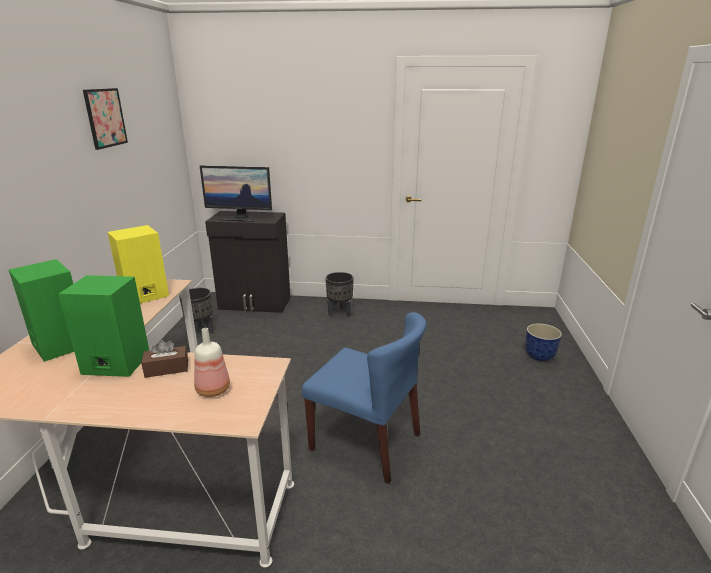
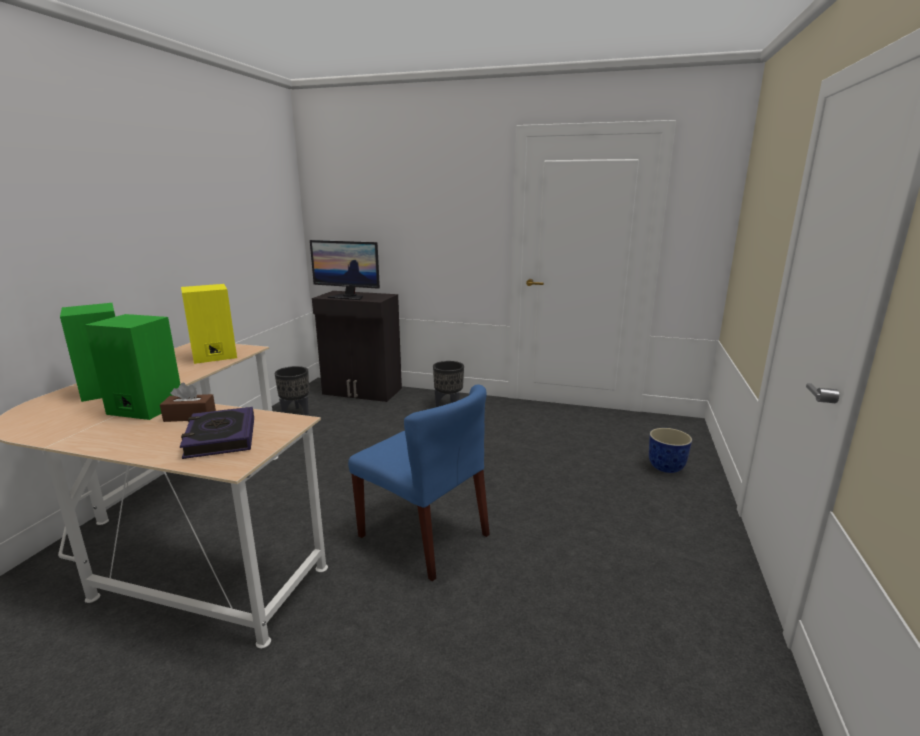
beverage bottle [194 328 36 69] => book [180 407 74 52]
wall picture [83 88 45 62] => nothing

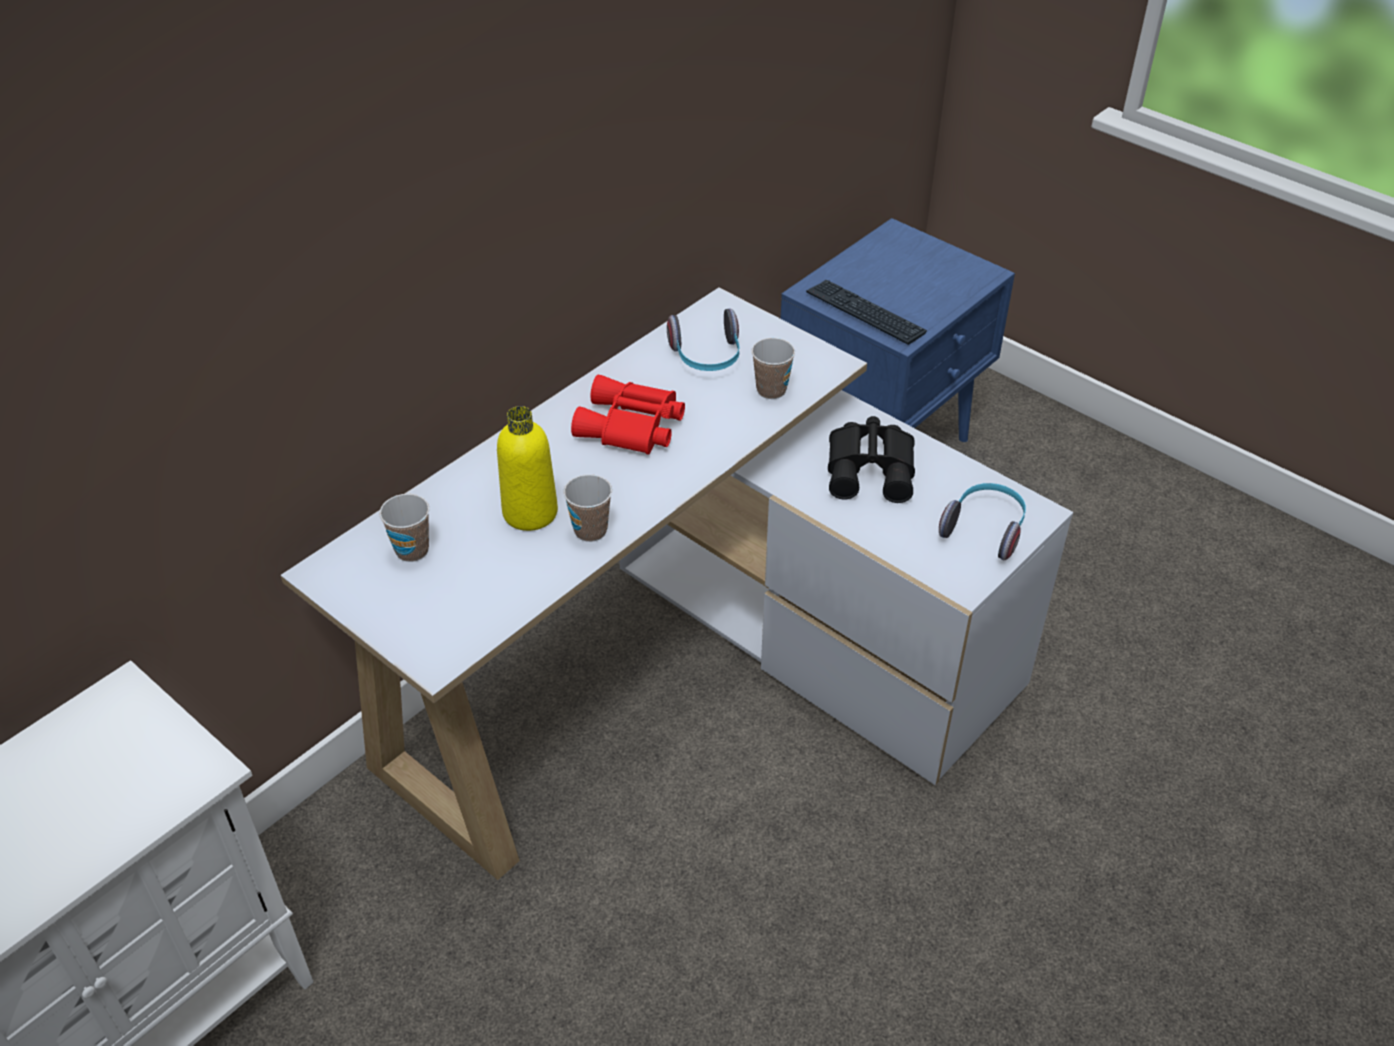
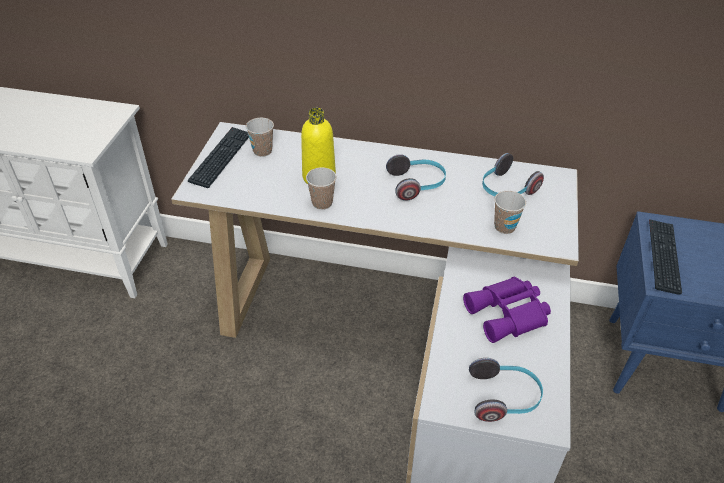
nothing => computer keyboard [188 127 61 61]
pair of binoculars/reddish [571 375 114 80] => headphones [386 154 60 47]
pair of binoculars/blackish [828 416 87 87] => pair of binoculars/purplish [463 277 88 66]

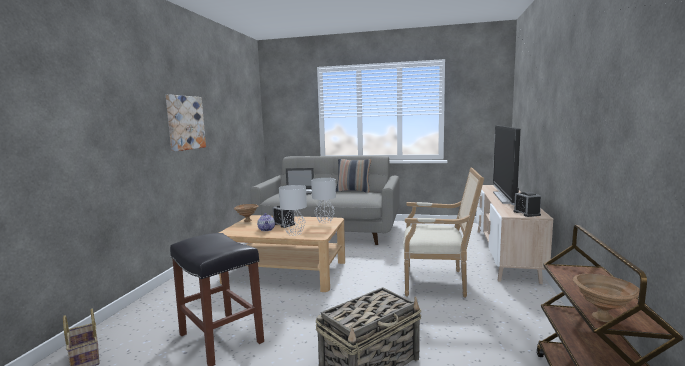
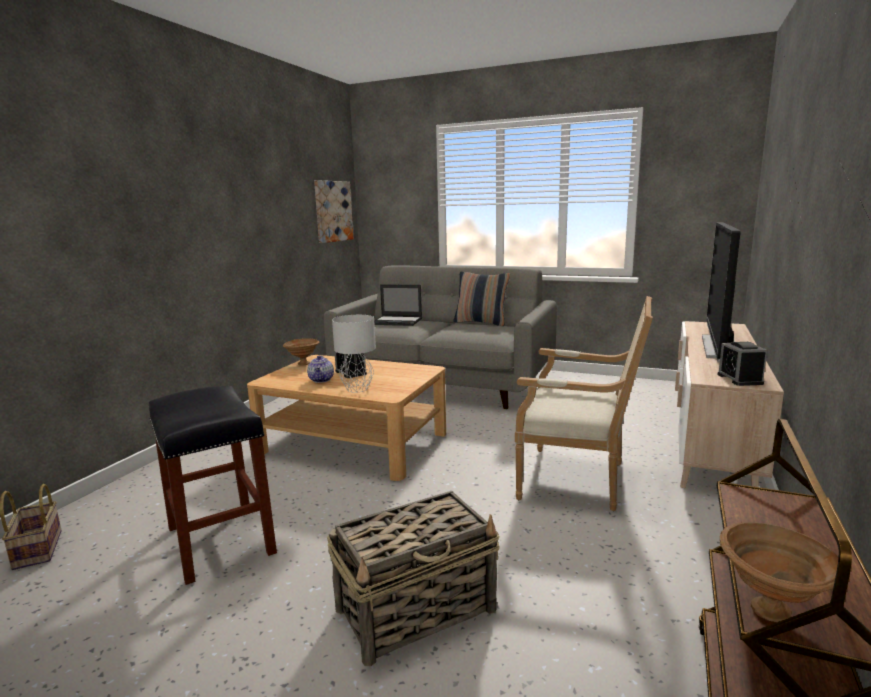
wall picture [166 94 40 58] => wall picture [314 180 39 63], move
tabletop lamp/grey [311 178 25 44] => nothing

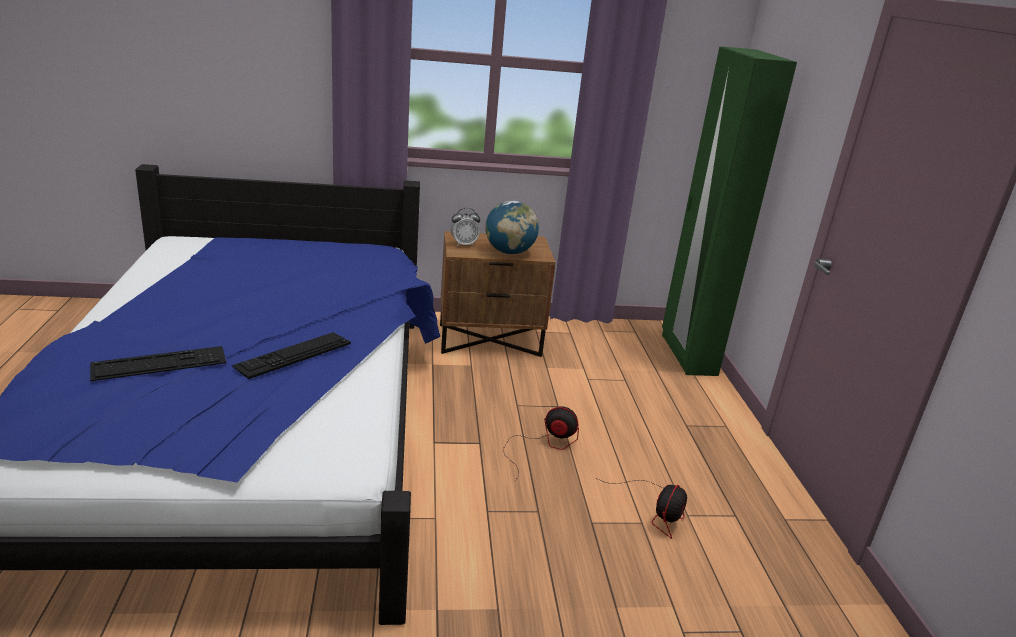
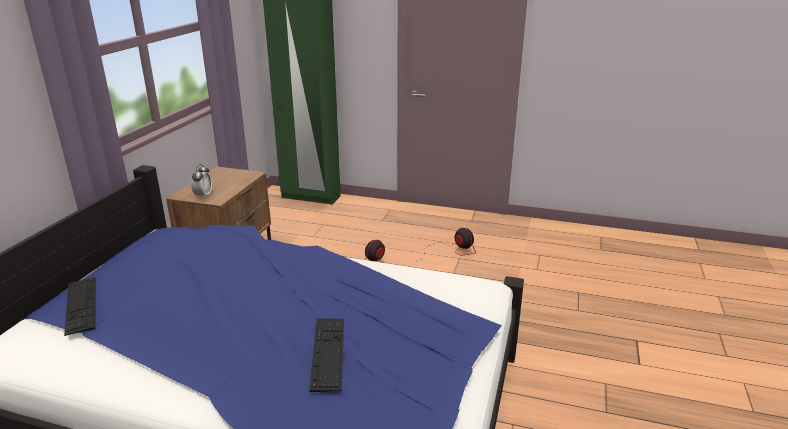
computer keyboard [232 332 119 47] => computer keyboard [64 277 32 59], move
globe [485 200 54 54] => nothing

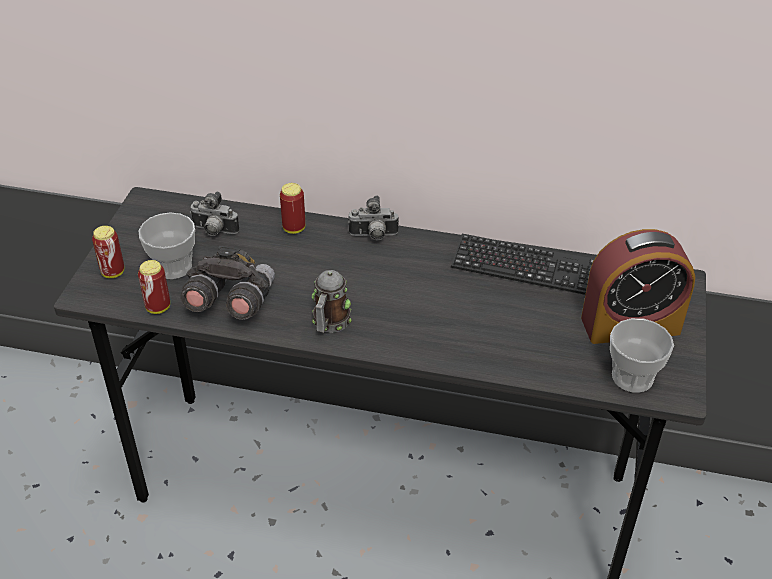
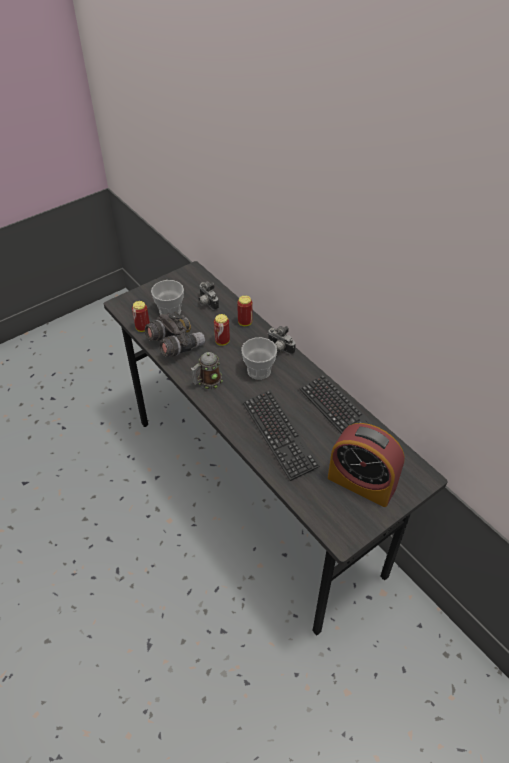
can [92 226 32 52] => can [214 314 16 32], move
drinking cup [610 318 64 75] => drinking cup [241 337 36 43], move
nothing => computer keyboard [243 390 77 91]

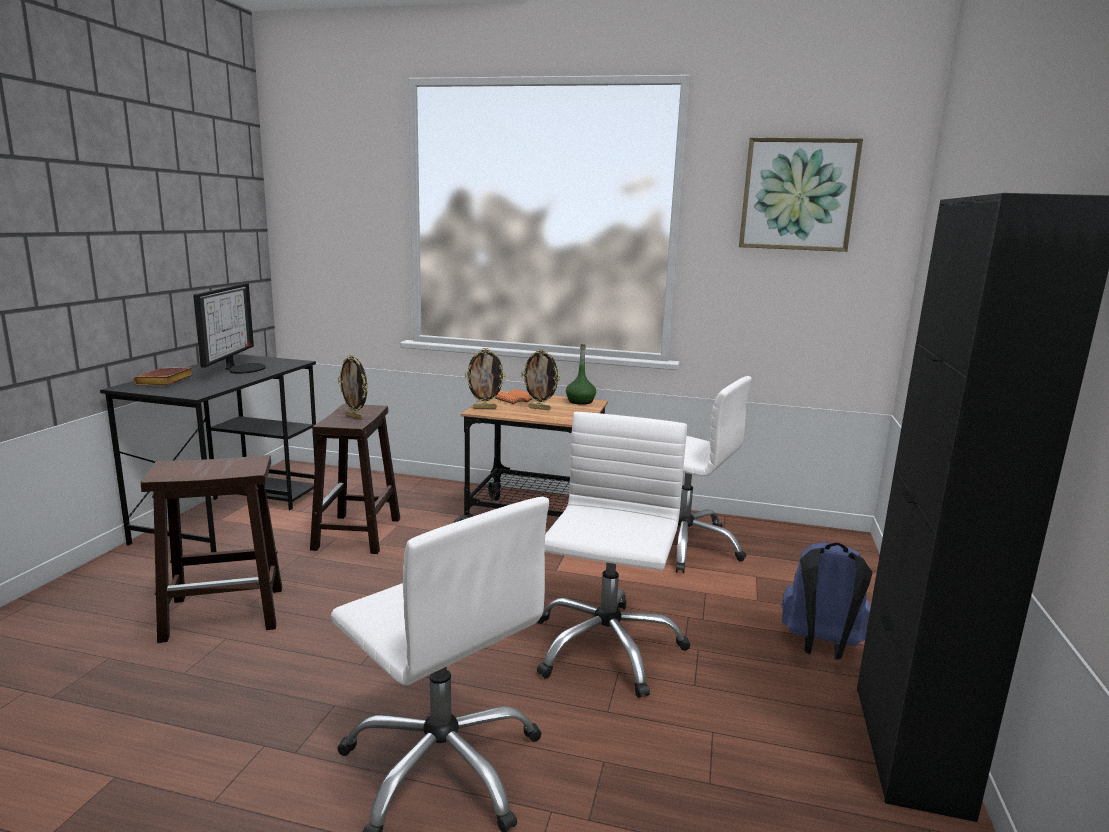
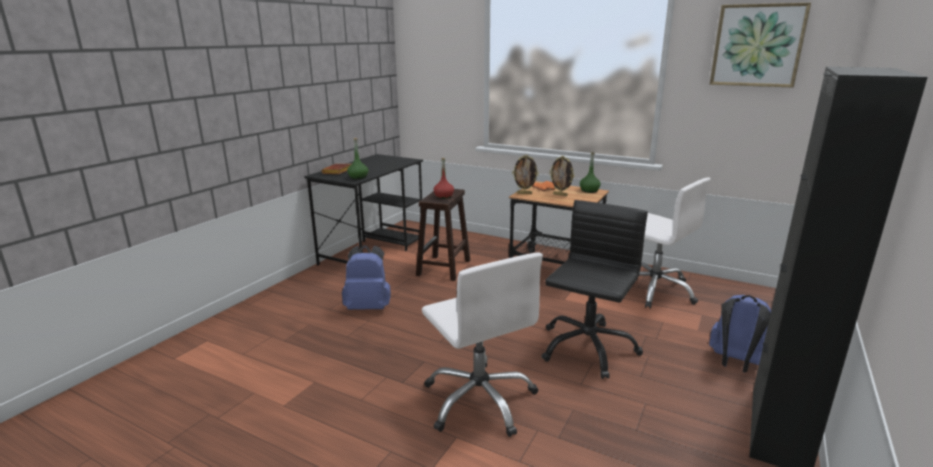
stool/brownish [141 455 141 188] => backpack/blue [342 245 49 65]
nothing => beverage bottle/green [347 138 21 42]
picture frame [338 355 30 65] => beverage bottle/reddish [434 158 20 41]
desk chair/whitish [537 412 154 286] => desk chair/blackish [542 200 106 179]
monitor [193 283 73 91] => nothing

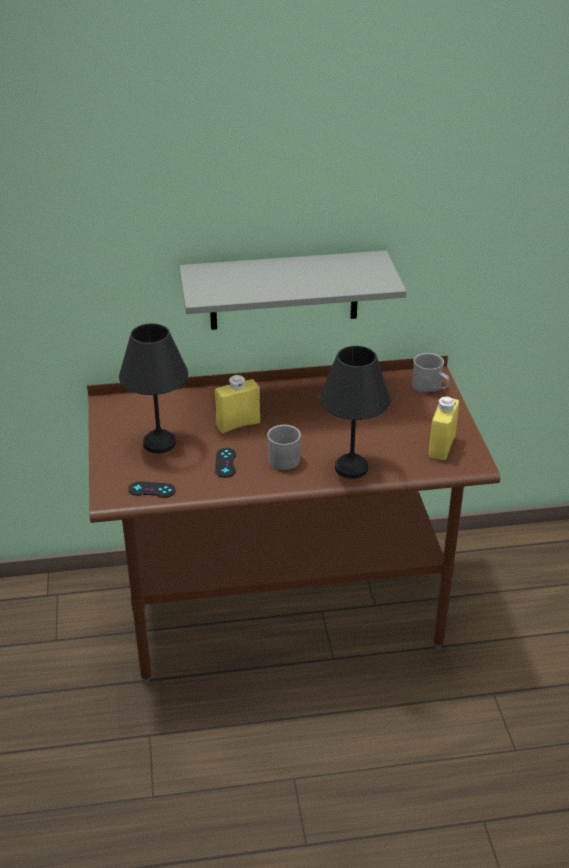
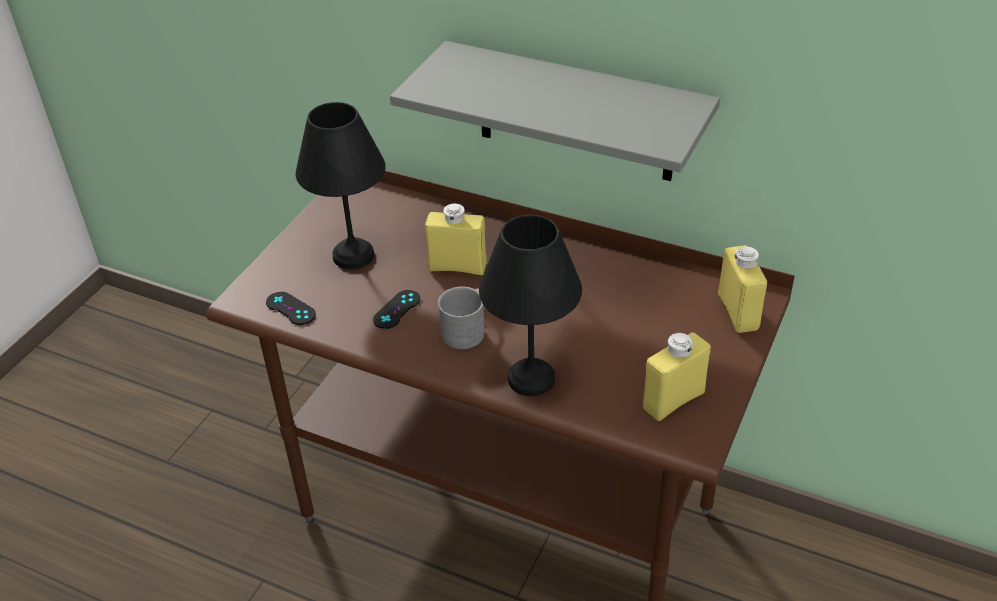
coffee mug/grey [412 353 37 41] => beverage bottle/yellow [718 245 49 88]

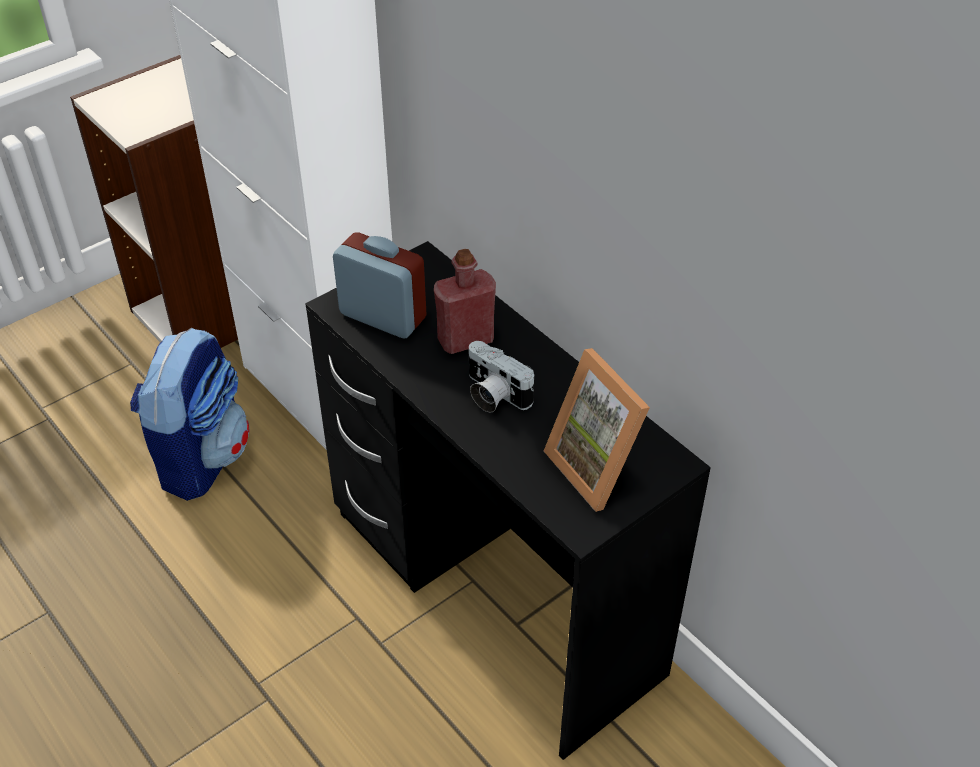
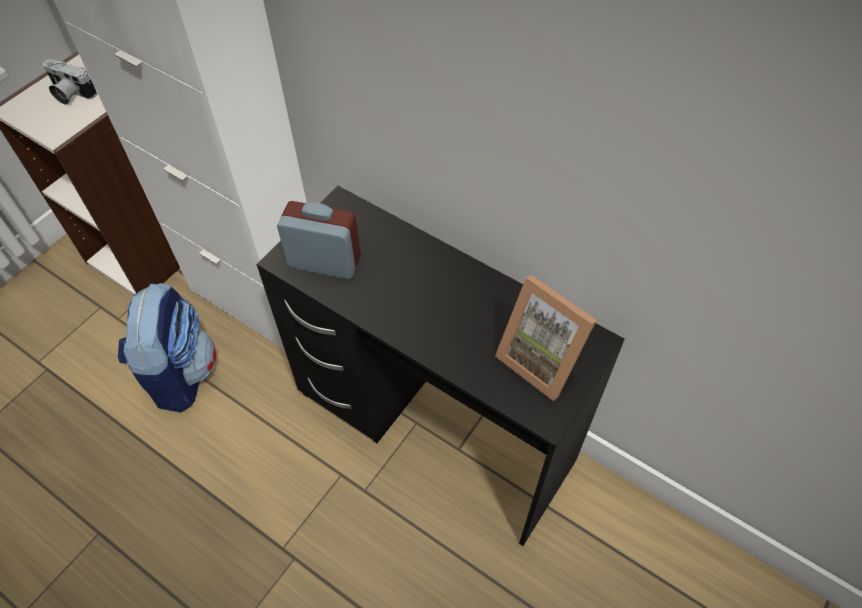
photo camera [469 341 65 72] => photo camera [43 59 54 46], move
beverage bottle/reddish [434 249 62 105] => nothing

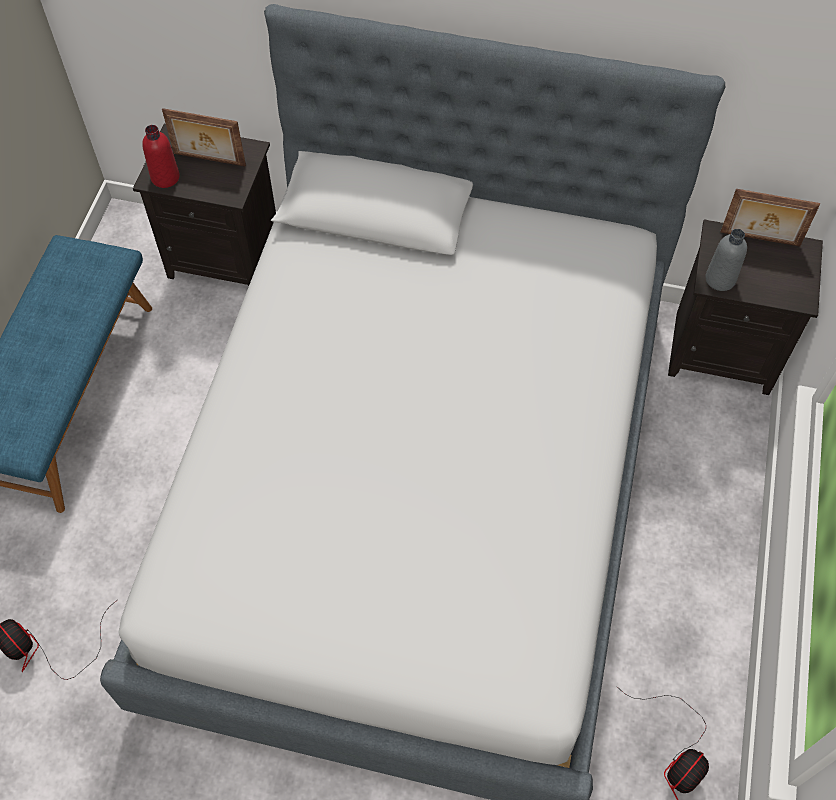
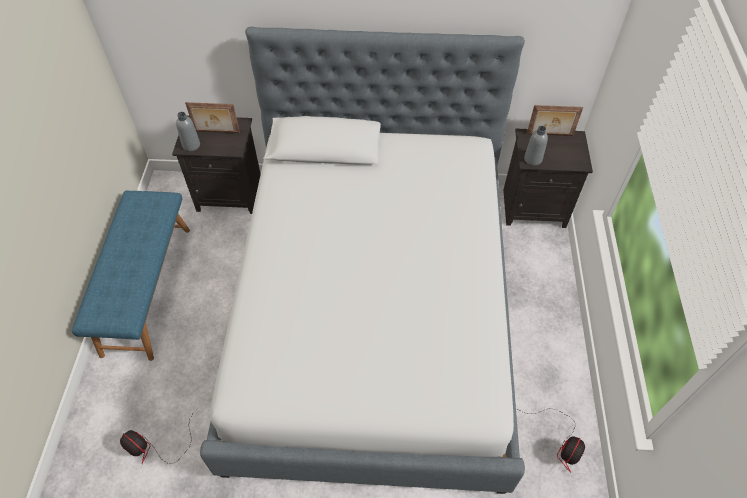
beverage bottle/reddish [142 125 38 63] => beverage bottle/grey [176 112 24 39]

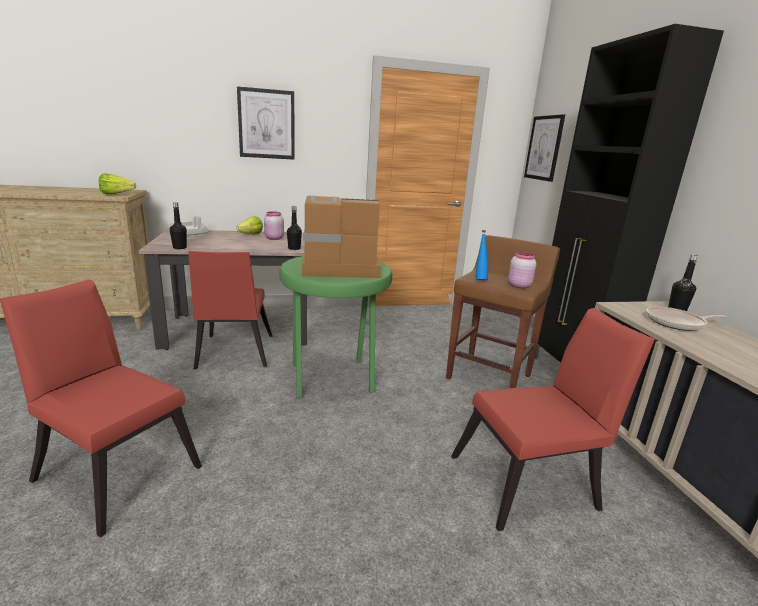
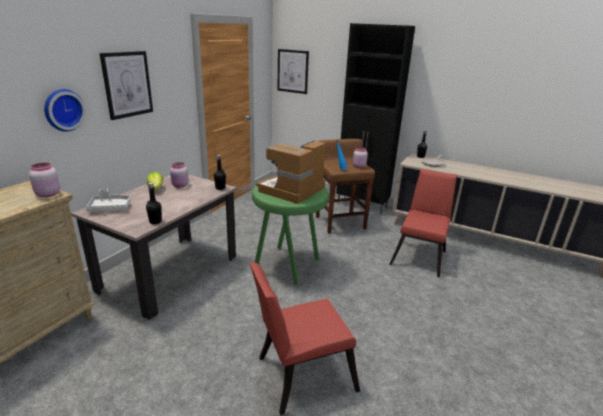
head of lettuce [99 173 37 21] => jar/pink-coloured [29 163 31 35]
nothing => clock on the wall [44 89 42 43]
upright chair/reddish [188 251 85 118] => nothing

